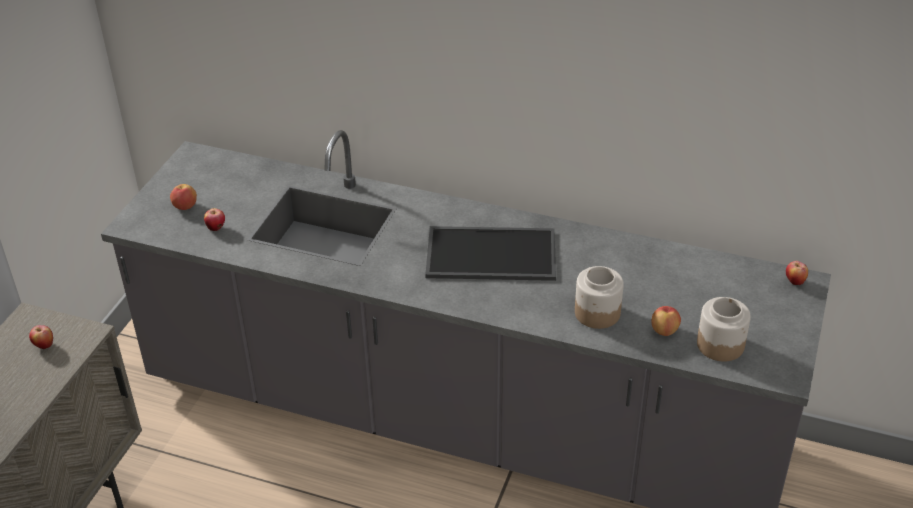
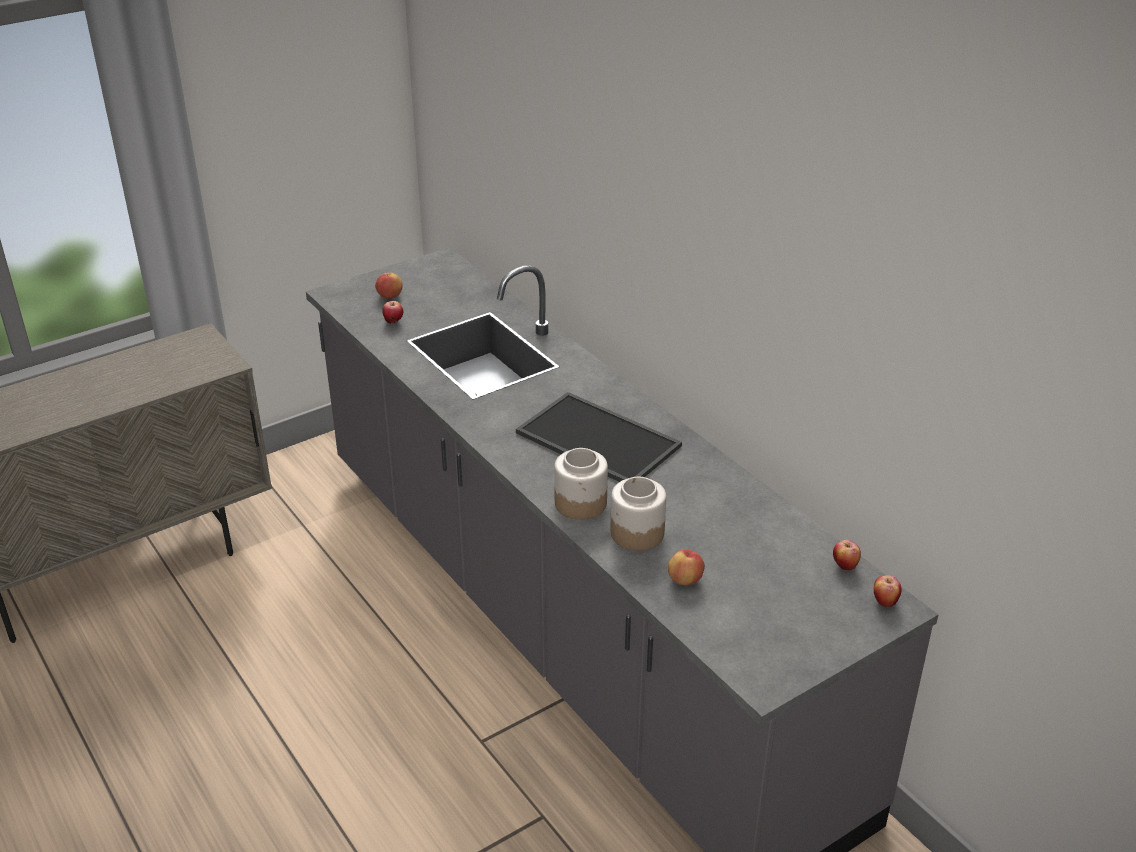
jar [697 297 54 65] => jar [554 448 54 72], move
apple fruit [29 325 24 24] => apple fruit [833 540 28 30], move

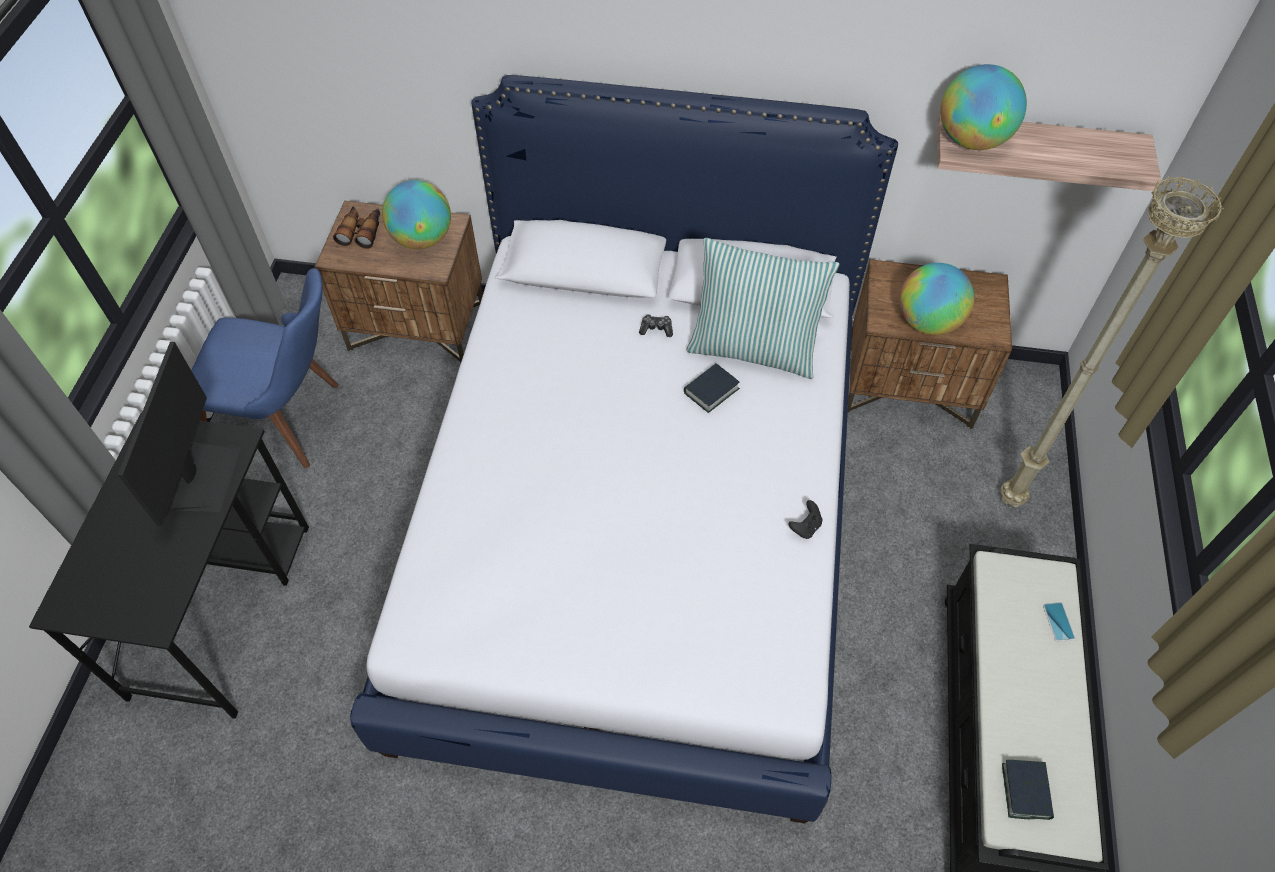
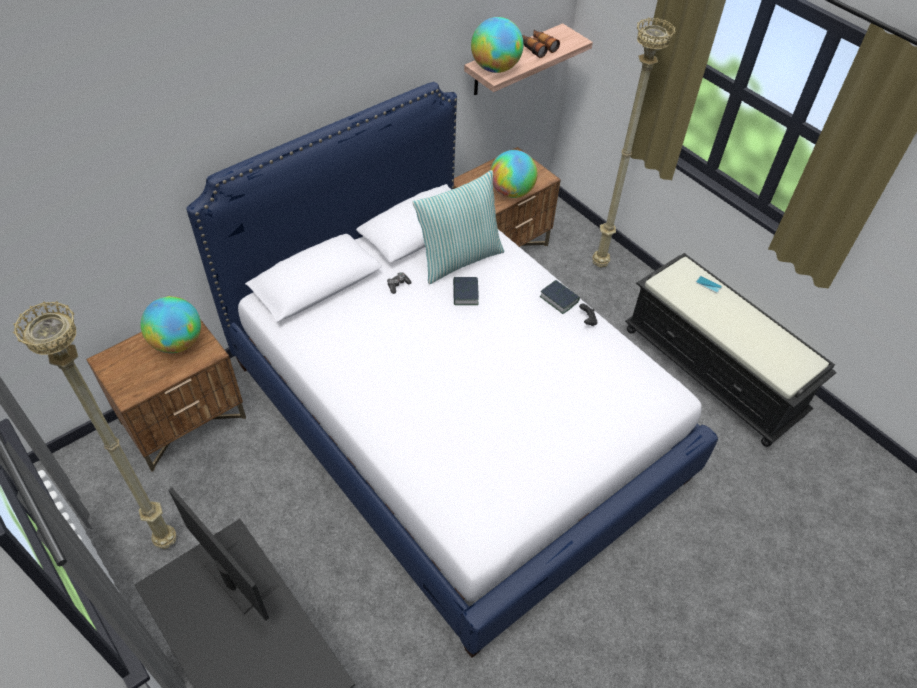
upright chair/blue [191 268 148 200] => floor lamp/beige-coloured [13 301 164 248]
pair of binoculars [333 207 47 42] => pair of binoculars [522 30 38 28], move
book [1002 760 52 60] => book [540 280 40 34], move

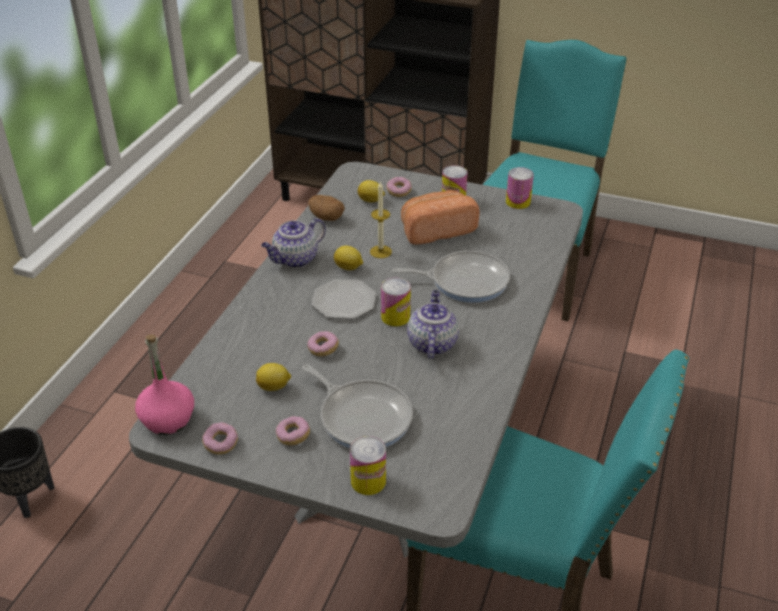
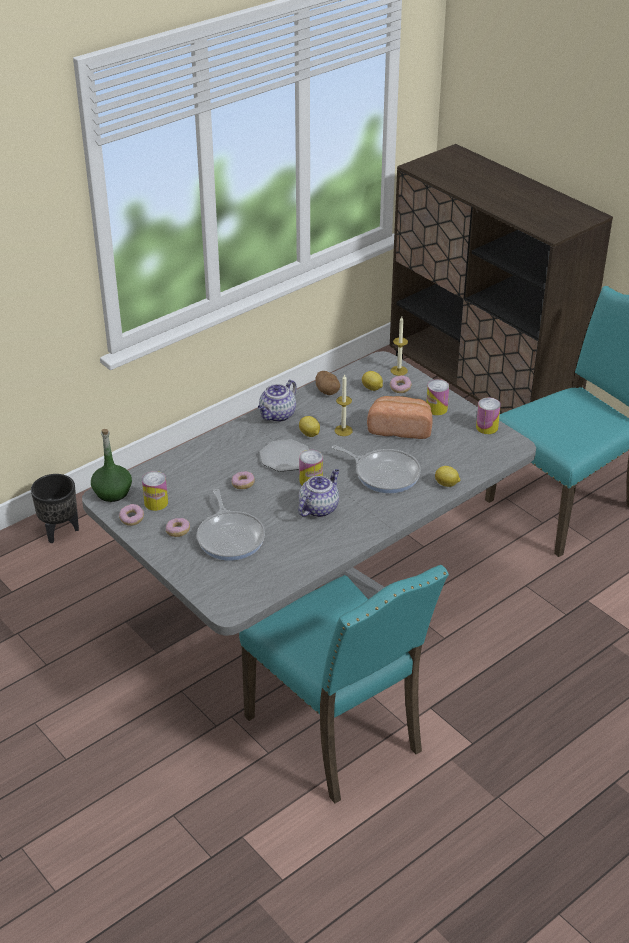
beverage bottle/pink-coloured [135 334 59 101] => beverage bottle/green [91 429 41 73]
can [350 436 36 59] => can [142 471 26 40], move
teapot [261 218 65 50] => teapot [258 380 39 42], 45 degrees counterclockwise
nothing => candle [391 317 17 59]
citrus fruit [256 363 35 28] => citrus fruit [435 466 25 21], move

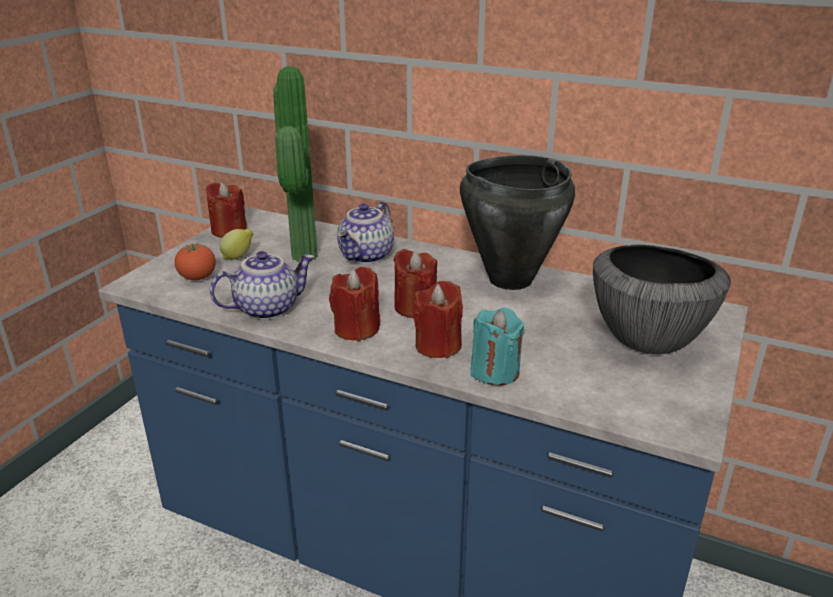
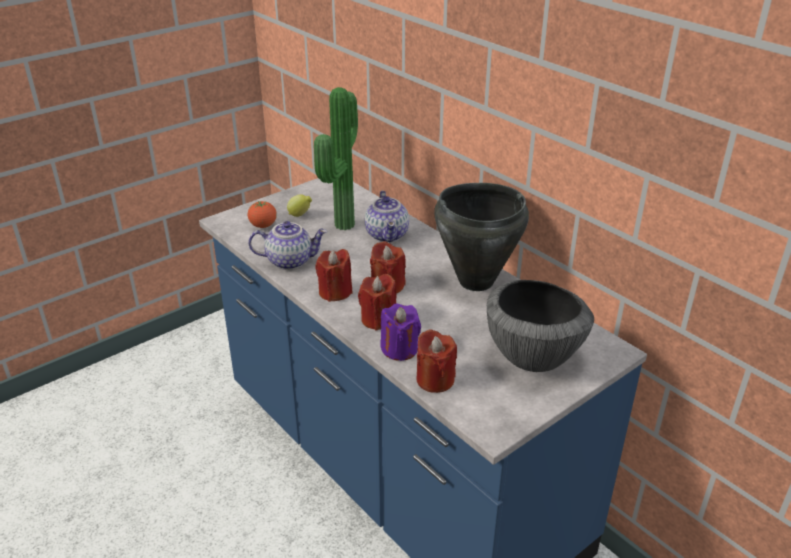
teapot [337 201 57 63] => teapot [365 191 44 52], 60 degrees counterclockwise
candle/turquoise-coloured [470 307 55 79] => candle/purplish [380 303 41 58]
candle/reddish [205 182 42 56] => candle/reddish [416 329 41 64], move

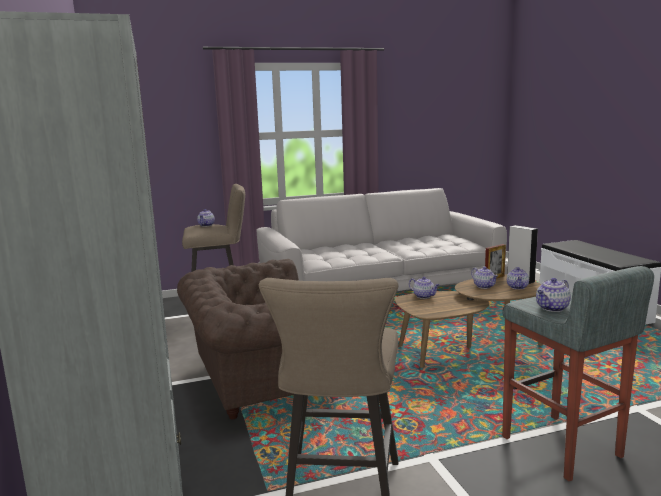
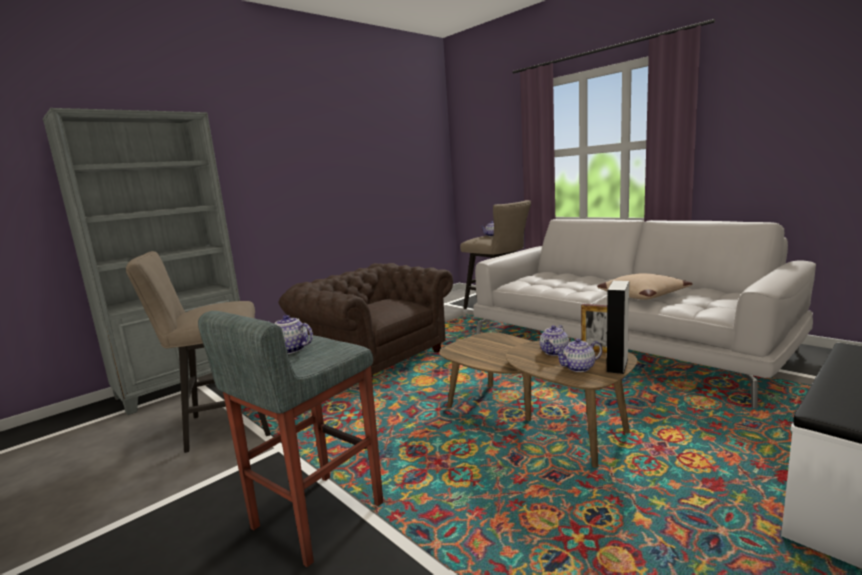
nothing => cushion/beige-coloured [597 273 95 27]
teapot [409 277 30 22] => nothing

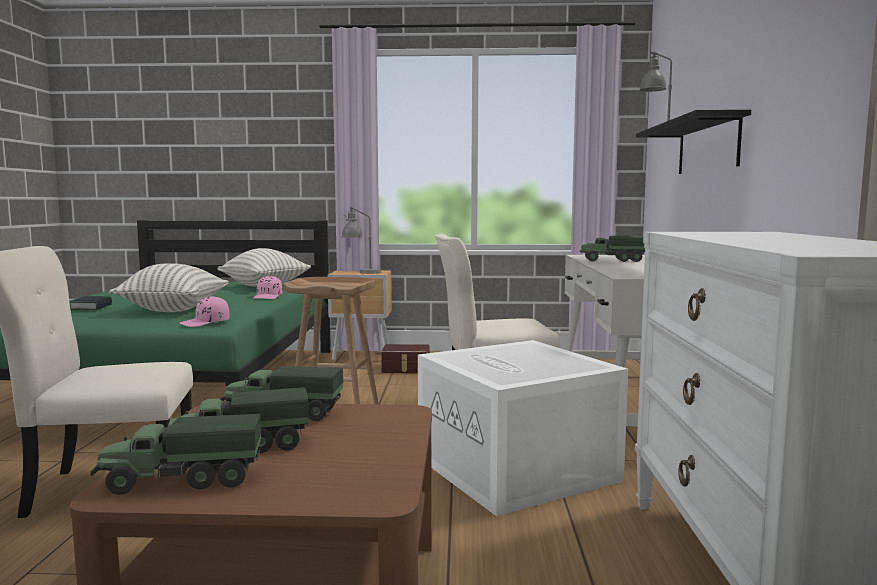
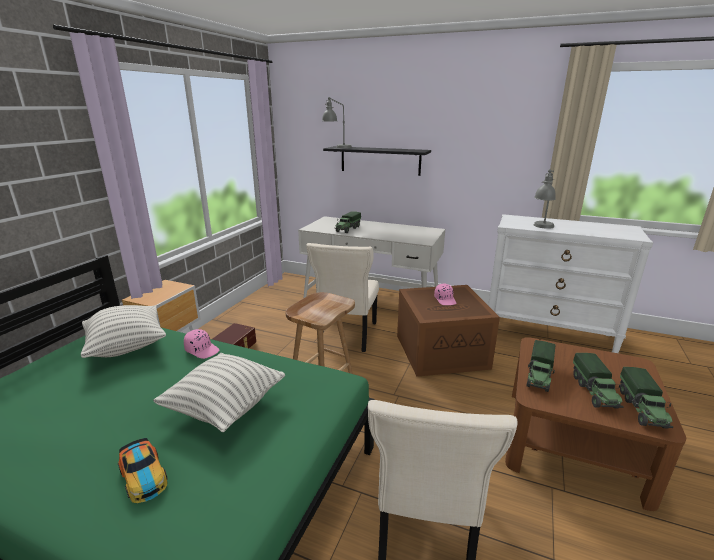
book [70 296 42 14] => miniature car [118 438 50 65]
storage box/whitish [418 340 210 176] => storage box/brownish [397 285 103 92]
cap/pink-coloured [180 296 49 31] => cap/pink-coloured [434 284 22 21], move
tabletop lamp/grey [342 206 40 68] => tabletop lamp/grey [534 169 22 60], move

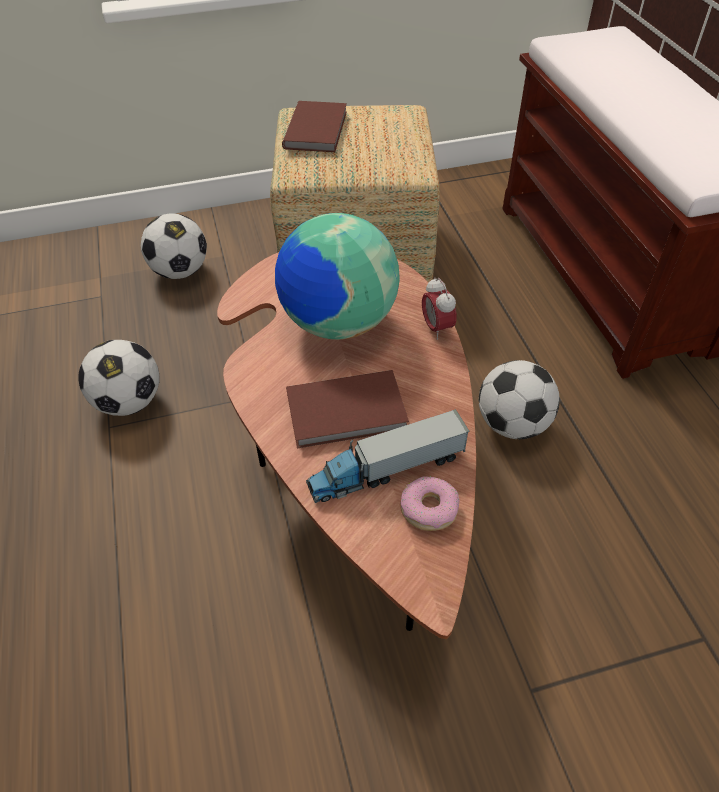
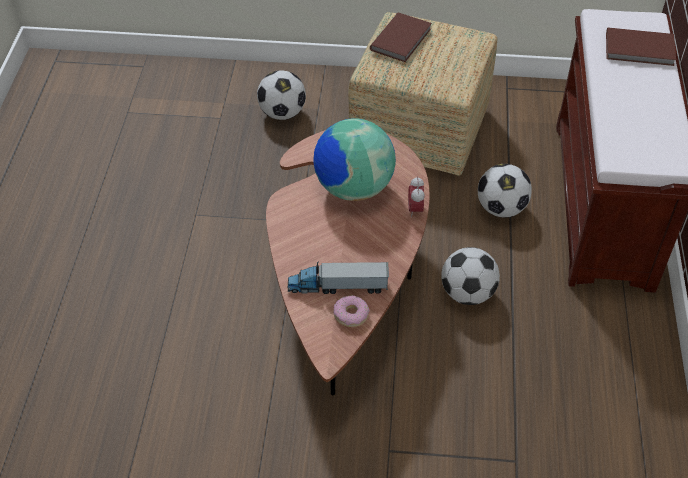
football ball [78 340 81 76] => football ball [478 164 54 54], move
book/brownish [286 370 123 78] => book/brownish [606 28 70 38], move

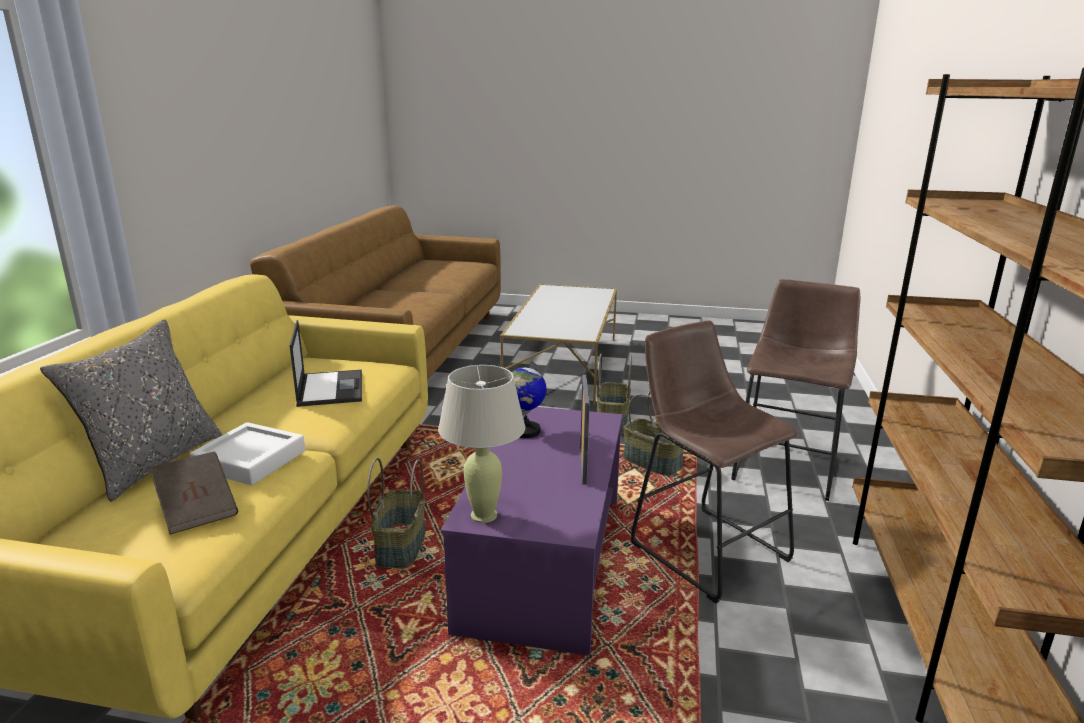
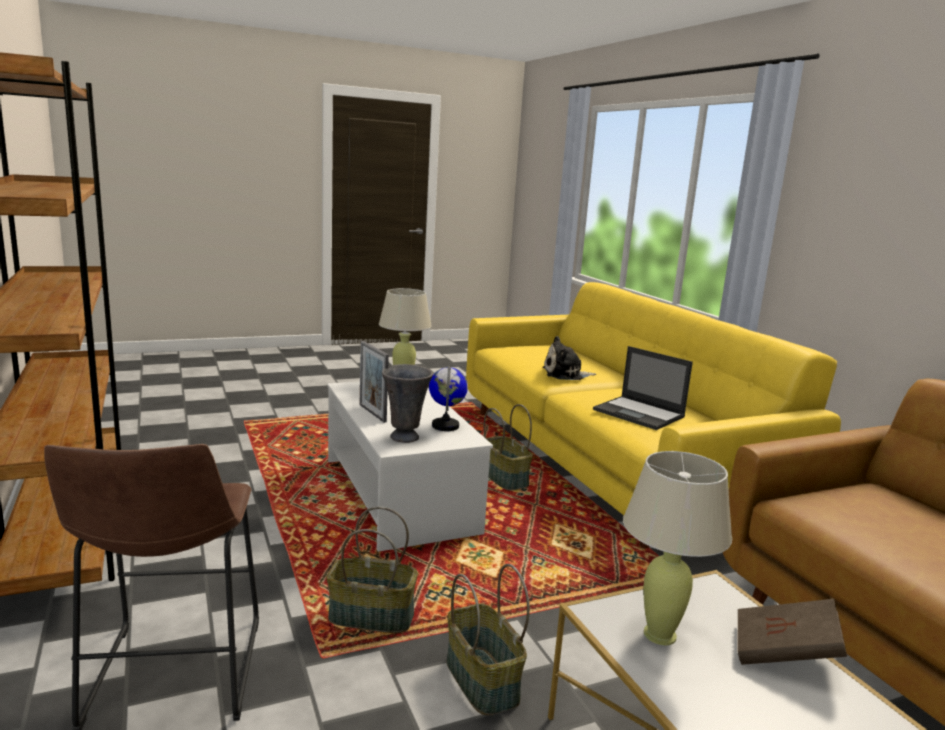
low table/purplish [441 407 181 249] => low table/whitish [327 381 166 171]
nothing => vase/grey [382 364 51 79]
tray/whitish [190 422 115 63] => cuddly toy [543 336 53 44]
nothing => tabletop lamp/beige-coloured [623 451 109 194]
book/brownish [150 451 88 84] => book/brownish [737 599 110 66], move
cushion/grey [40 319 182 183] => nothing
stool/brownish [631 321 167 283] => nothing

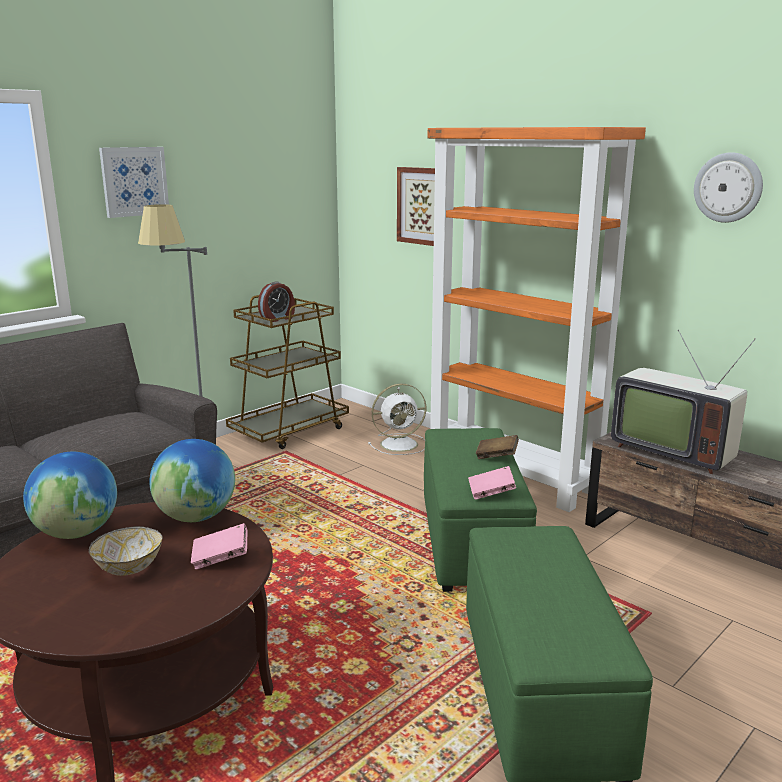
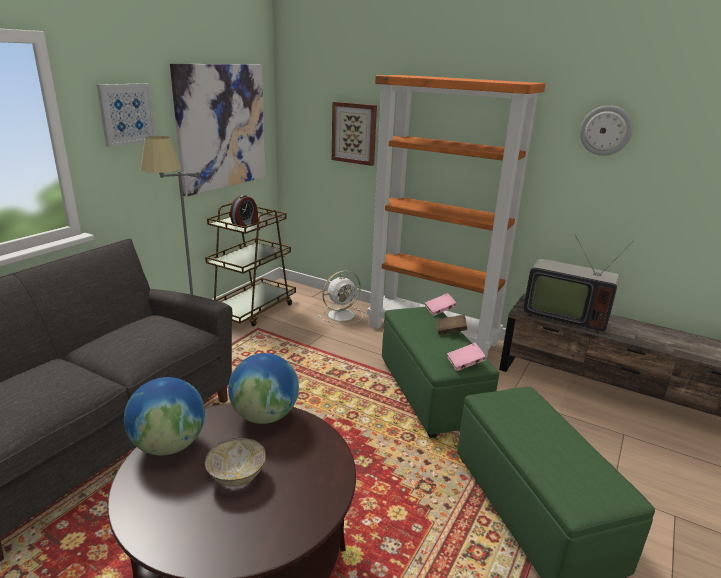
nothing => wall picture [170 63 96 134]
book/pink-coloured [191 523 56 46] => book/pink-coloured [425 293 32 23], move

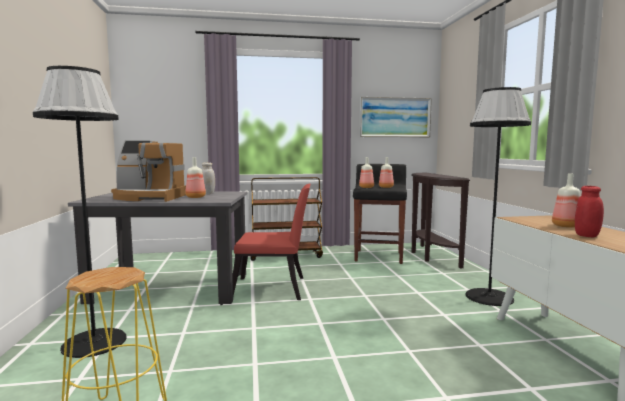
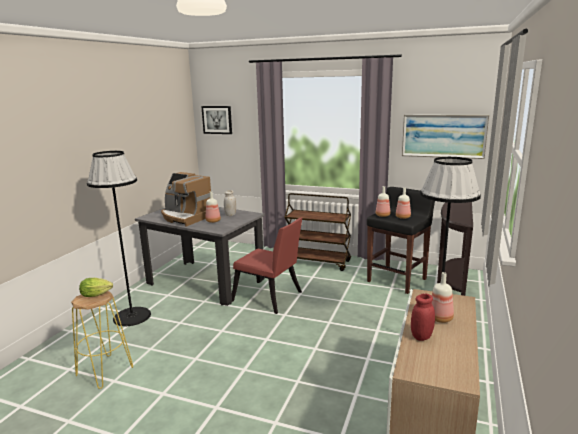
nothing => head of lettuce [79 278 34 19]
nothing => wall picture [201 106 31 28]

